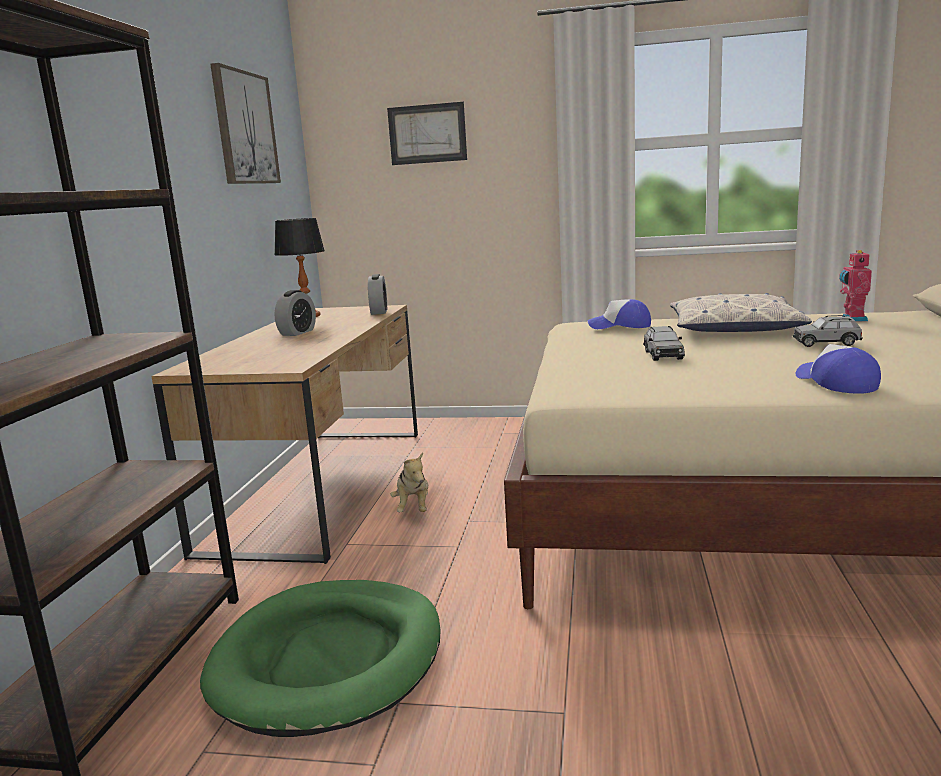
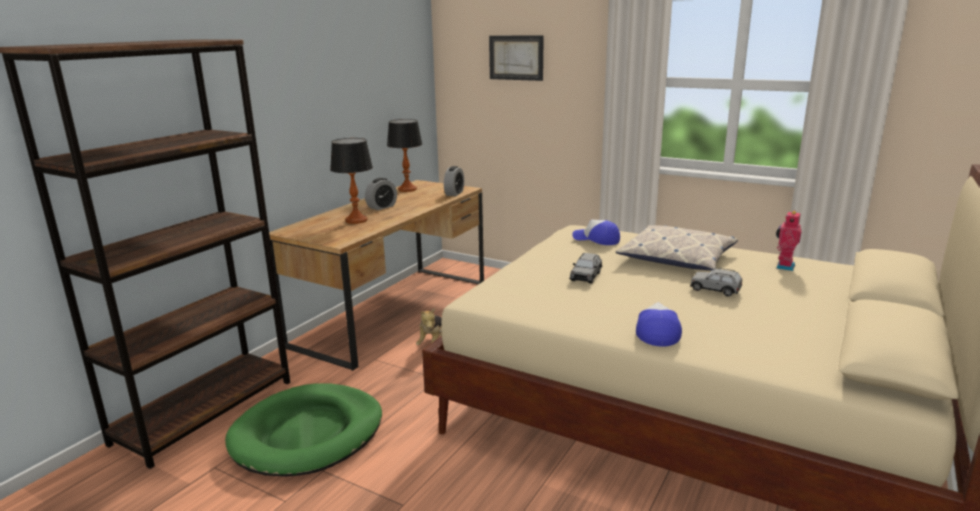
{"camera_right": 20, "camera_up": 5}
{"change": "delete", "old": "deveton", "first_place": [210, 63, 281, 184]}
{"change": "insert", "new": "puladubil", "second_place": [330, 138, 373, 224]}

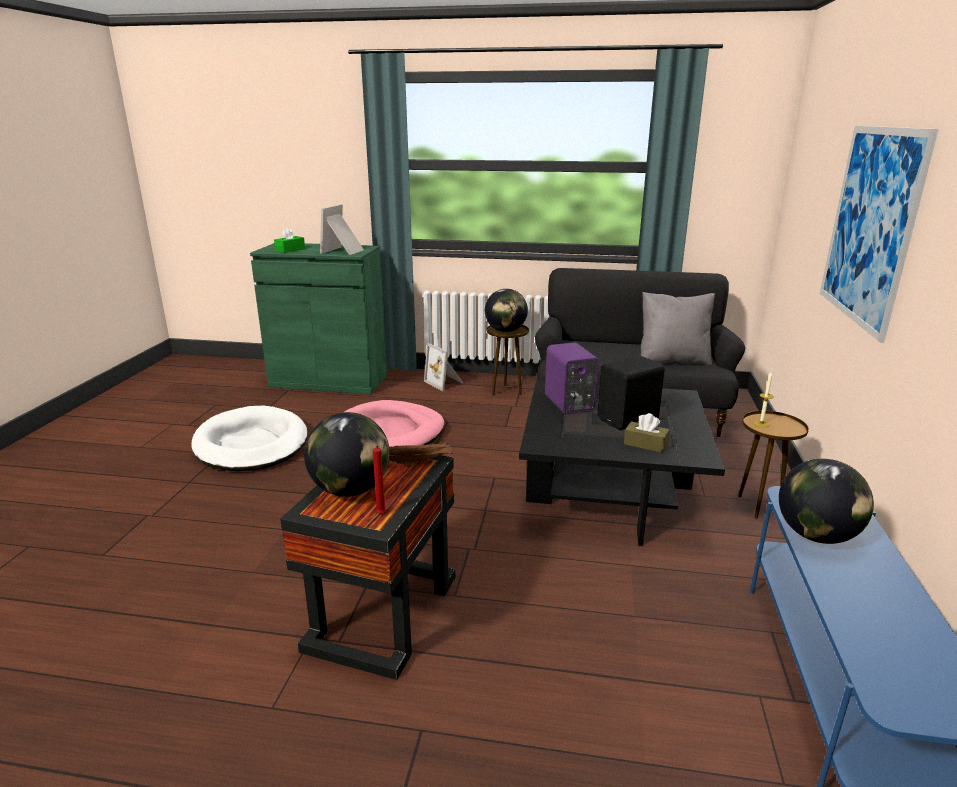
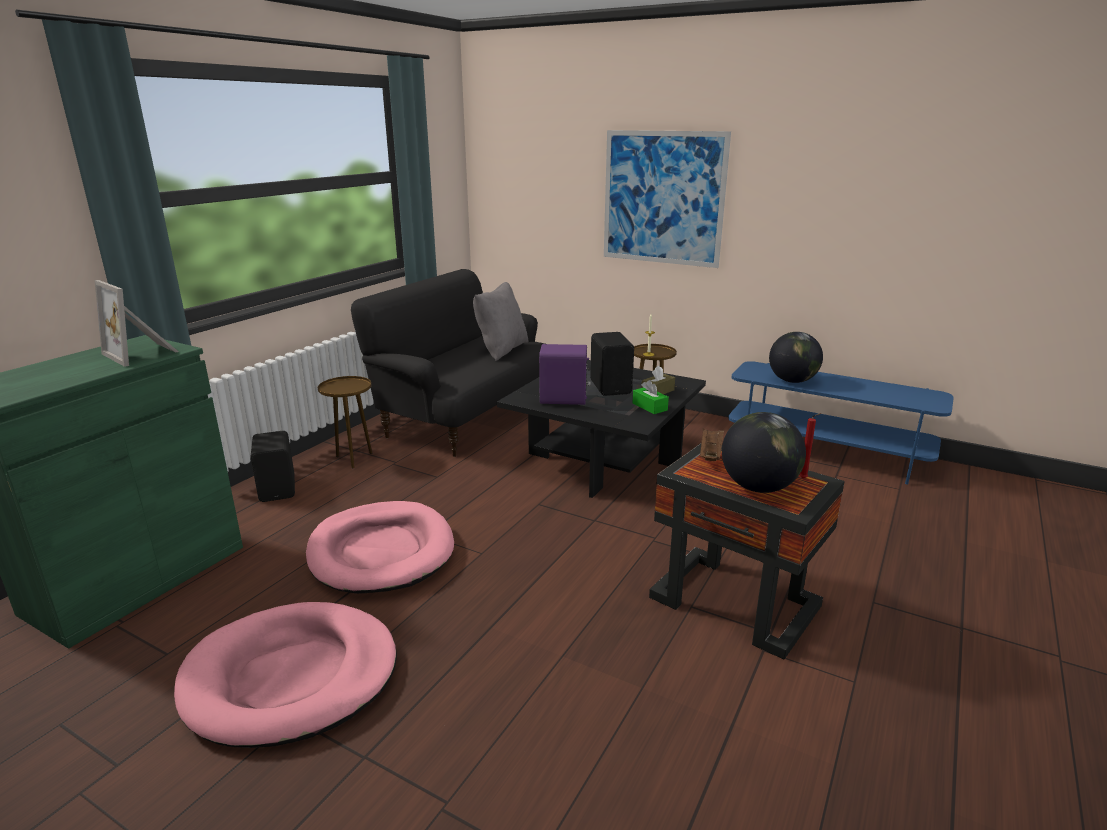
{"camera_right": -70, "camera_up": 0}
{"change": "delete", "old": "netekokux", "first_place": [485, 289, 528, 332]}
{"change": "move", "old": "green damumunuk", "first_place": [274, 227, 305, 253], "second_place": [632, 380, 669, 414]}
{"change": "replace", "old": "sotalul", "new": "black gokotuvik", "first_place": [424, 343, 463, 391], "second_place": [251, 431, 295, 502]}
{"change": "recolor", "old": "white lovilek", "new": "pink lovilek", "first_place": [191, 406, 308, 471], "second_place": [174, 602, 397, 748]}

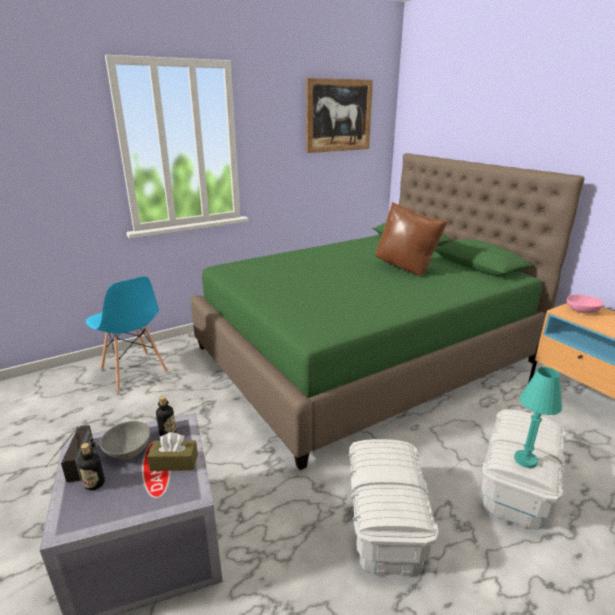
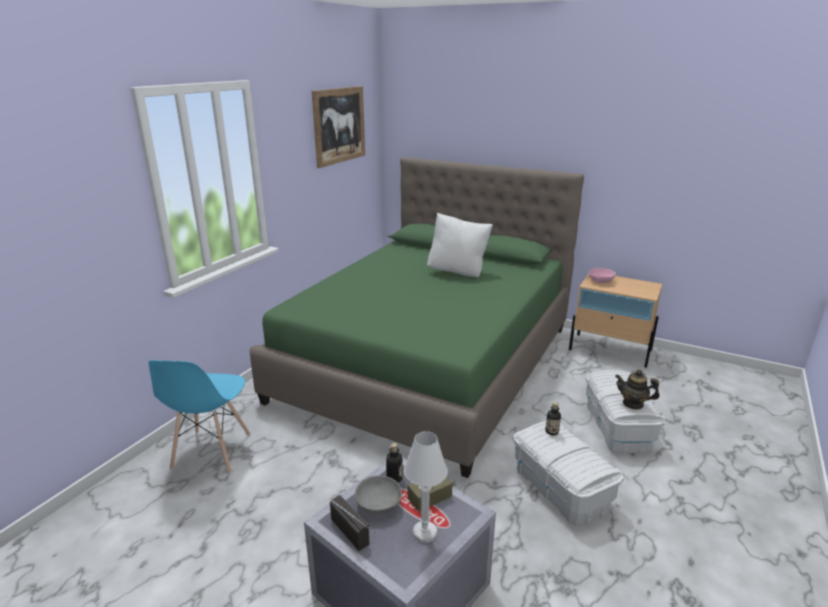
{"camera_right": -30, "camera_up": 0}
{"change": "insert", "new": "white puladubil", "second_place": [404, 431, 447, 543]}
{"change": "move", "old": "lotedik", "first_place": [78, 443, 105, 490], "second_place": [545, 402, 561, 435]}
{"change": "replace", "old": "turquoise puladubil", "new": "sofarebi", "first_place": [514, 367, 562, 468], "second_place": [615, 370, 660, 410]}
{"change": "recolor", "old": "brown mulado", "new": "white mulado", "first_place": [375, 202, 448, 276], "second_place": [427, 212, 493, 277]}
{"change": "rotate", "old": "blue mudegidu", "first_place": [86, 276, 168, 391], "second_place": [149, 360, 251, 473], "degrees": 75}

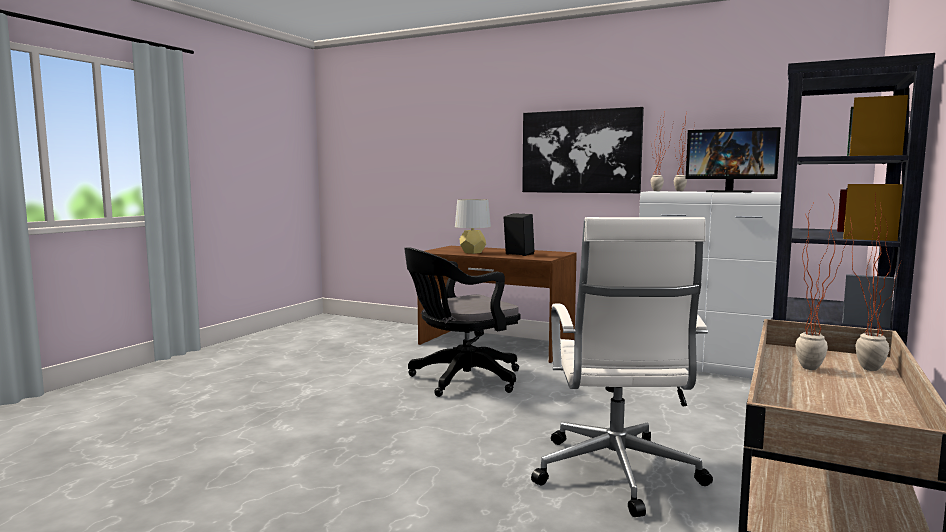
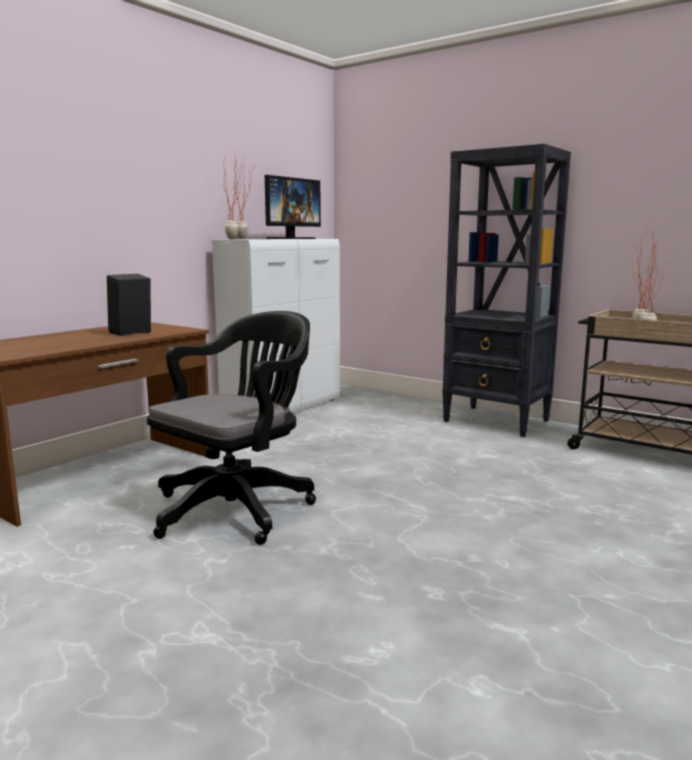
{"camera_right": -80, "camera_up": 5}
{"change": "delete", "old": "grey puladubil", "first_place": [455, 199, 491, 254]}
{"change": "delete", "old": "deveton", "first_place": [522, 107, 644, 193]}
{"change": "delete", "old": "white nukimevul", "first_place": [531, 217, 713, 517]}
{"change": "rotate", "old": "black nukimevul", "first_place": [404, 247, 521, 397], "second_place": [147, 311, 316, 545], "degrees": -120}

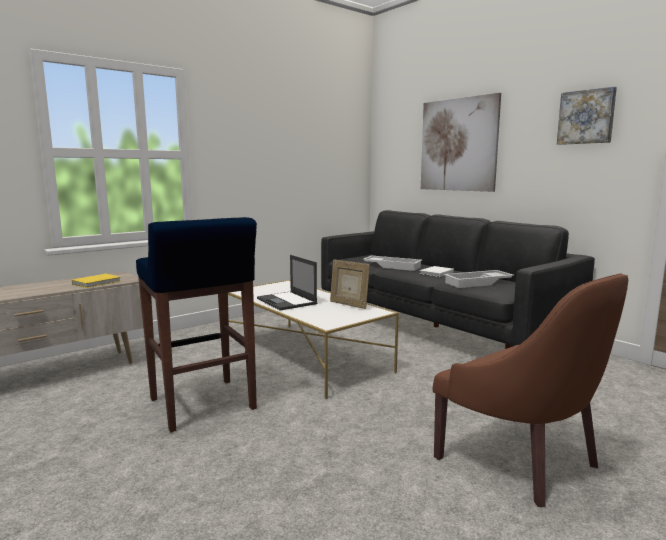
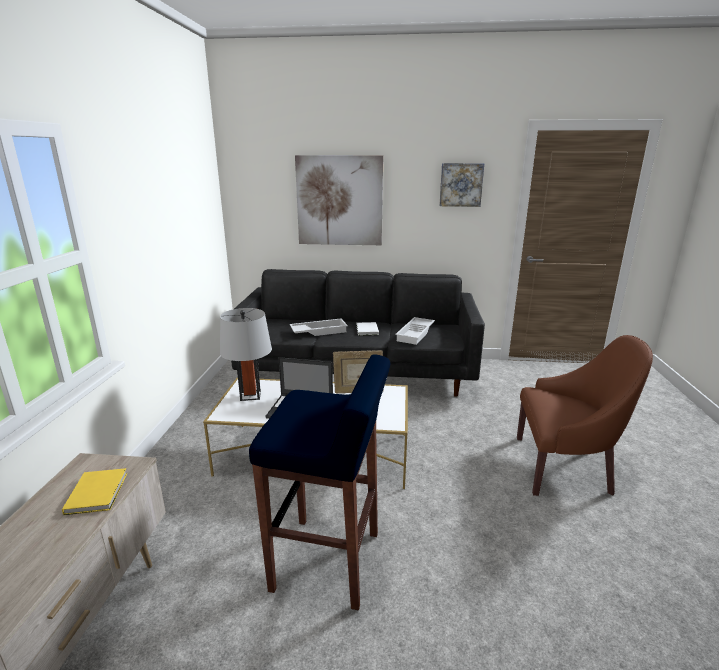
{"camera_right": -45, "camera_up": 10}
{"change": "insert", "new": "grey puladubil", "second_place": [220, 308, 272, 401]}

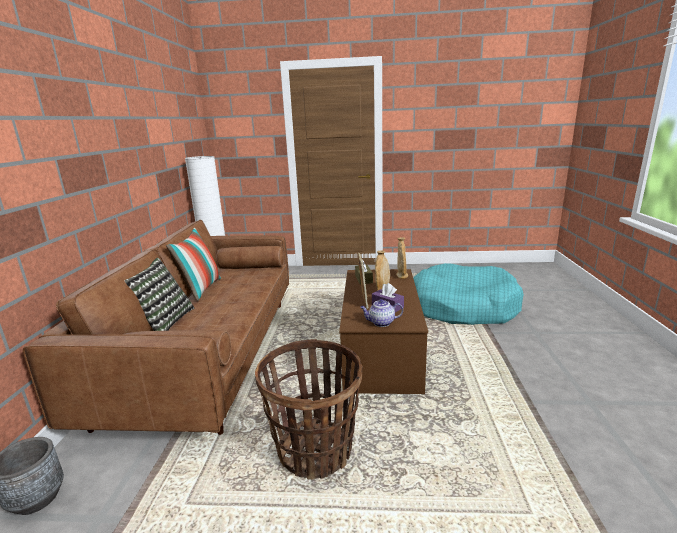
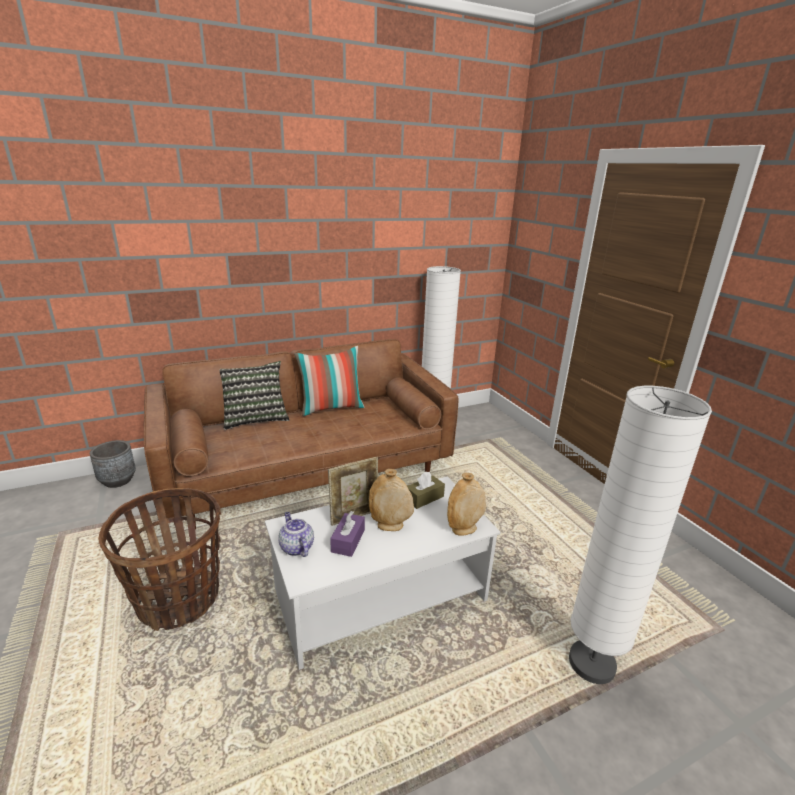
{"camera_right": 60, "camera_up": 5}
{"change": "replace", "old": "turquoise lovilek", "new": "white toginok", "first_place": [413, 263, 524, 325], "second_place": [569, 386, 712, 684]}
{"change": "recolor", "old": "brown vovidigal", "new": "white vovidigal", "first_place": [339, 269, 428, 394], "second_place": [265, 476, 501, 670]}

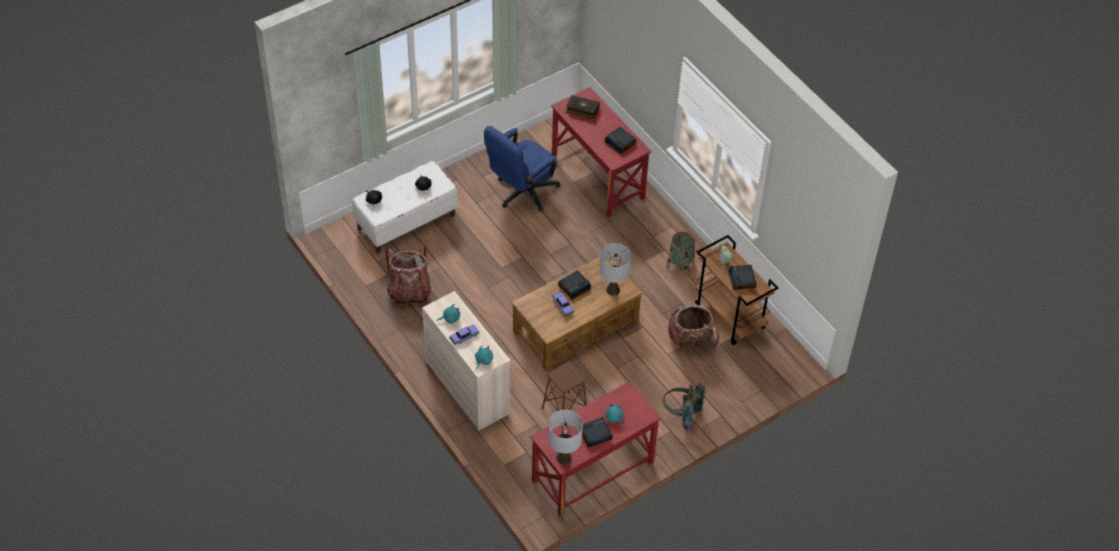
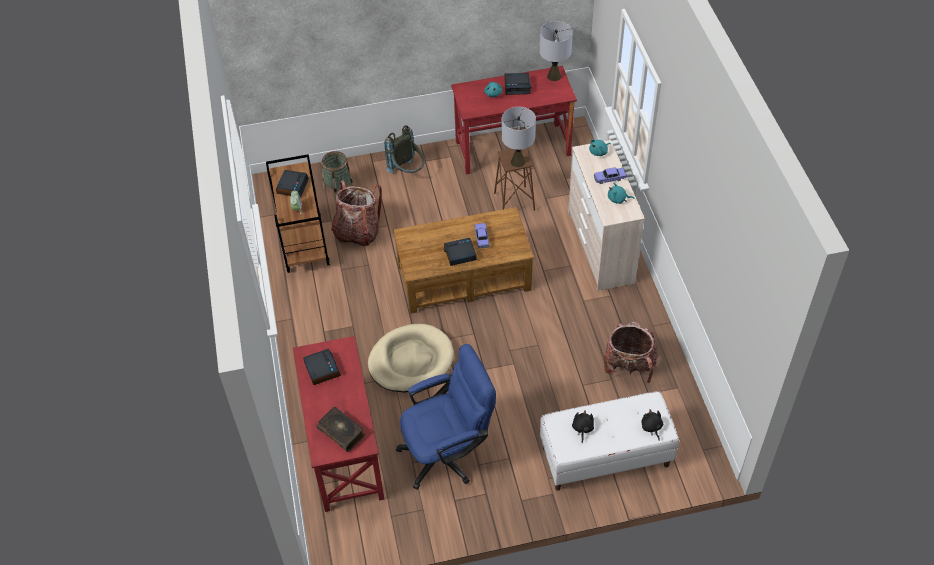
{"camera_right": -155, "camera_up": 0}
{"change": "insert", "new": "beige lovilek", "second_place": [368, 324, 454, 393]}
{"change": "move", "old": "grey puladubil", "first_place": [599, 243, 631, 296], "second_place": [502, 107, 536, 167]}
{"change": "move", "old": "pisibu", "first_place": [666, 232, 695, 276], "second_place": [322, 151, 354, 199]}

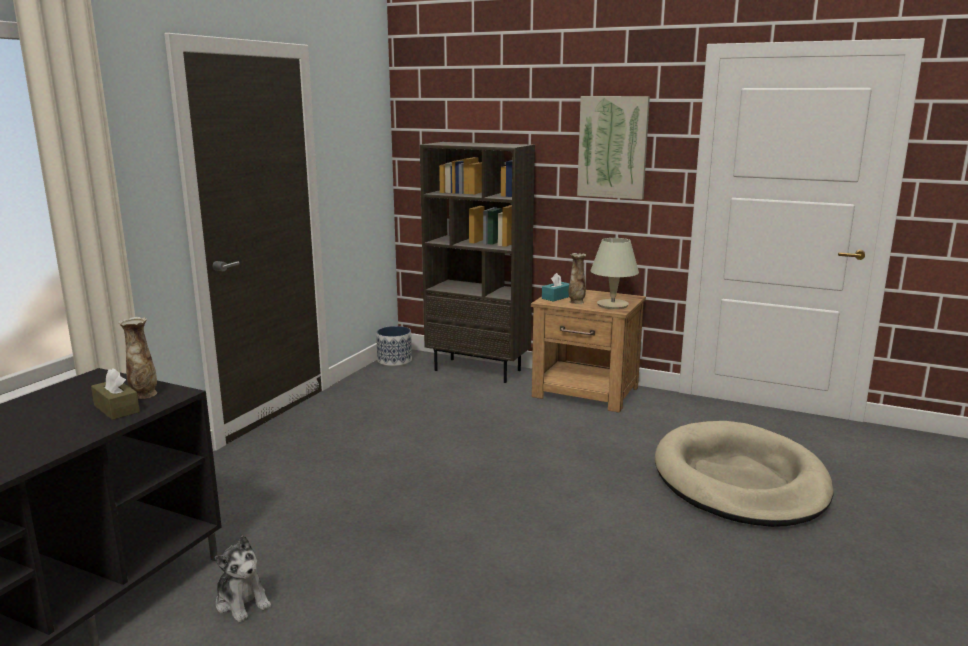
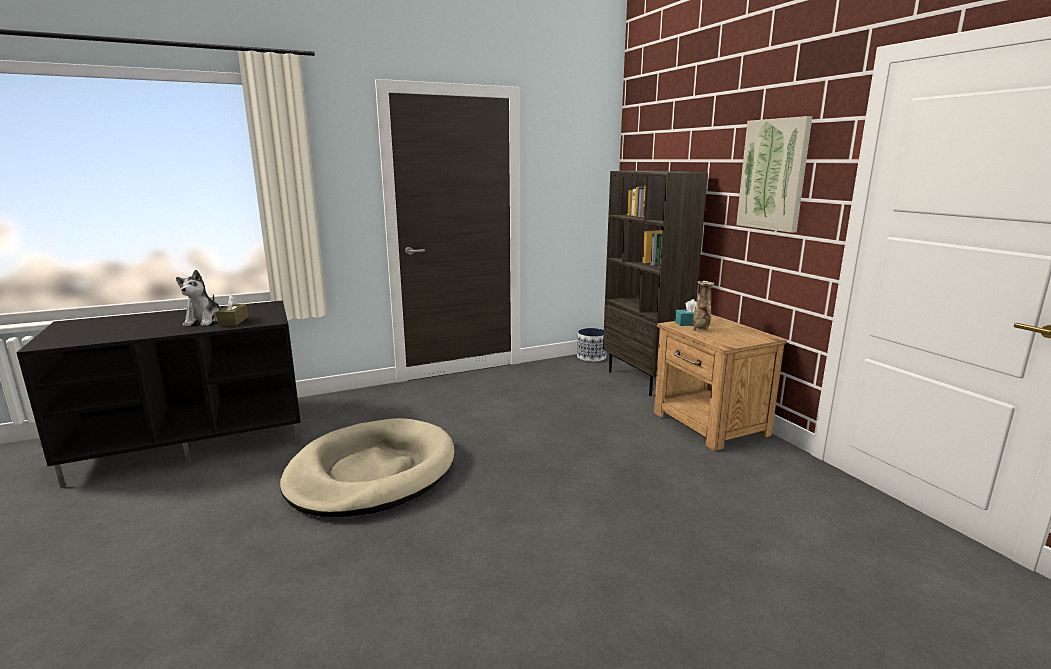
{"camera_right": 40, "camera_up": 0}
{"change": "delete", "old": "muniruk", "first_place": [118, 317, 157, 399]}
{"change": "delete", "old": "beige puladubil", "first_place": [590, 238, 639, 309]}
{"change": "move", "old": "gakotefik", "first_place": [215, 535, 271, 622], "second_place": [176, 270, 220, 326]}
{"change": "move", "old": "beige lovilek", "first_place": [655, 421, 833, 527], "second_place": [280, 418, 454, 517]}

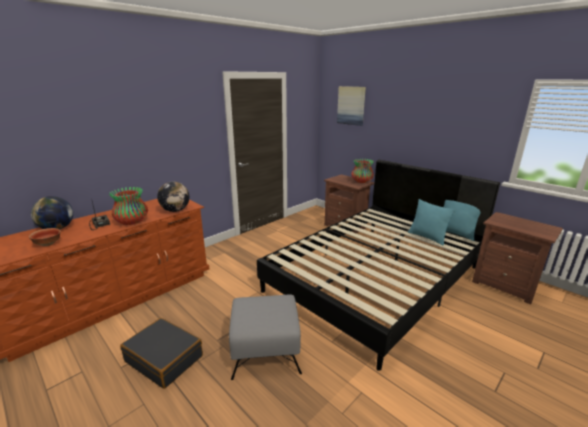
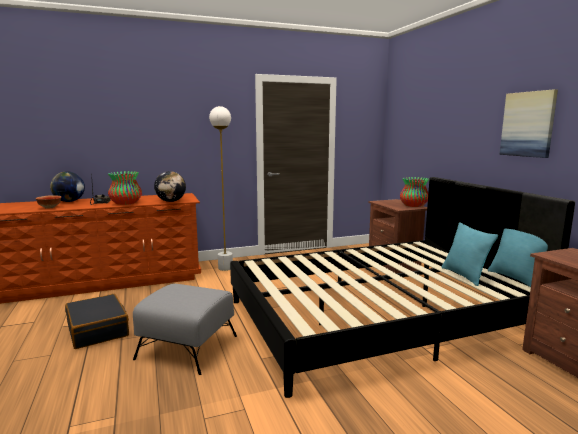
{"camera_right": 25, "camera_up": -10}
{"change": "insert", "new": "white toginok", "second_place": [209, 106, 233, 271]}
{"change": "move", "old": "deveton", "first_place": [337, 86, 366, 126], "second_place": [500, 89, 558, 158]}

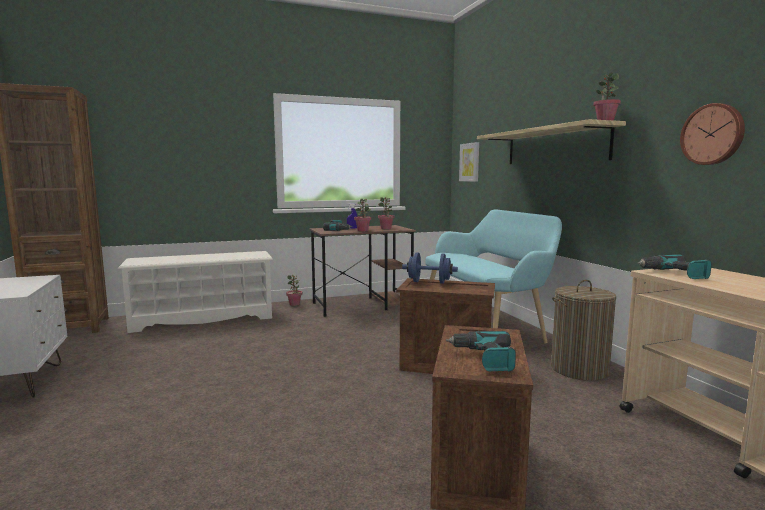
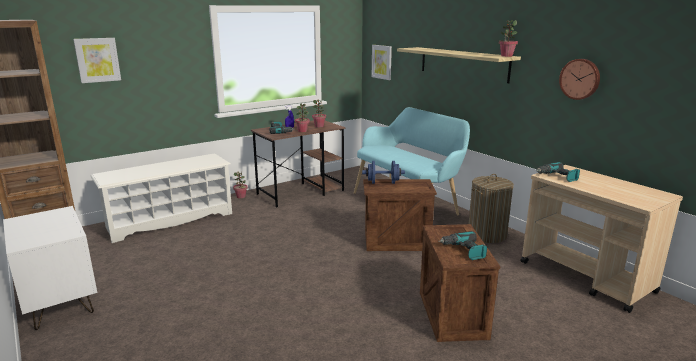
{"camera_right": -15, "camera_up": 10}
{"change": "insert", "new": "deveton", "second_place": [73, 38, 121, 83]}

